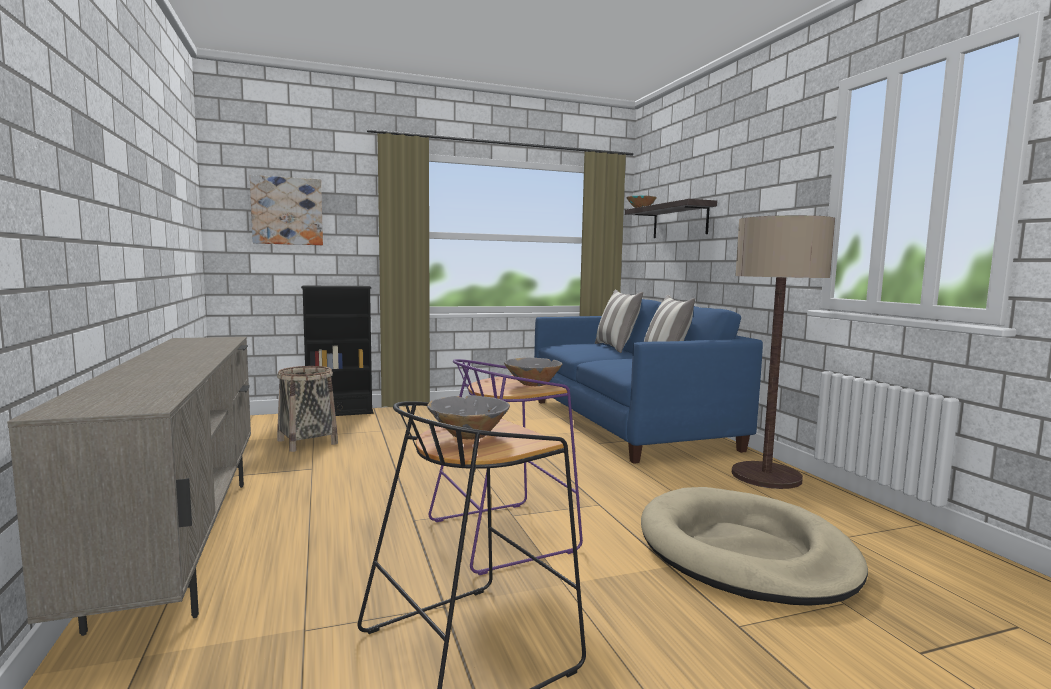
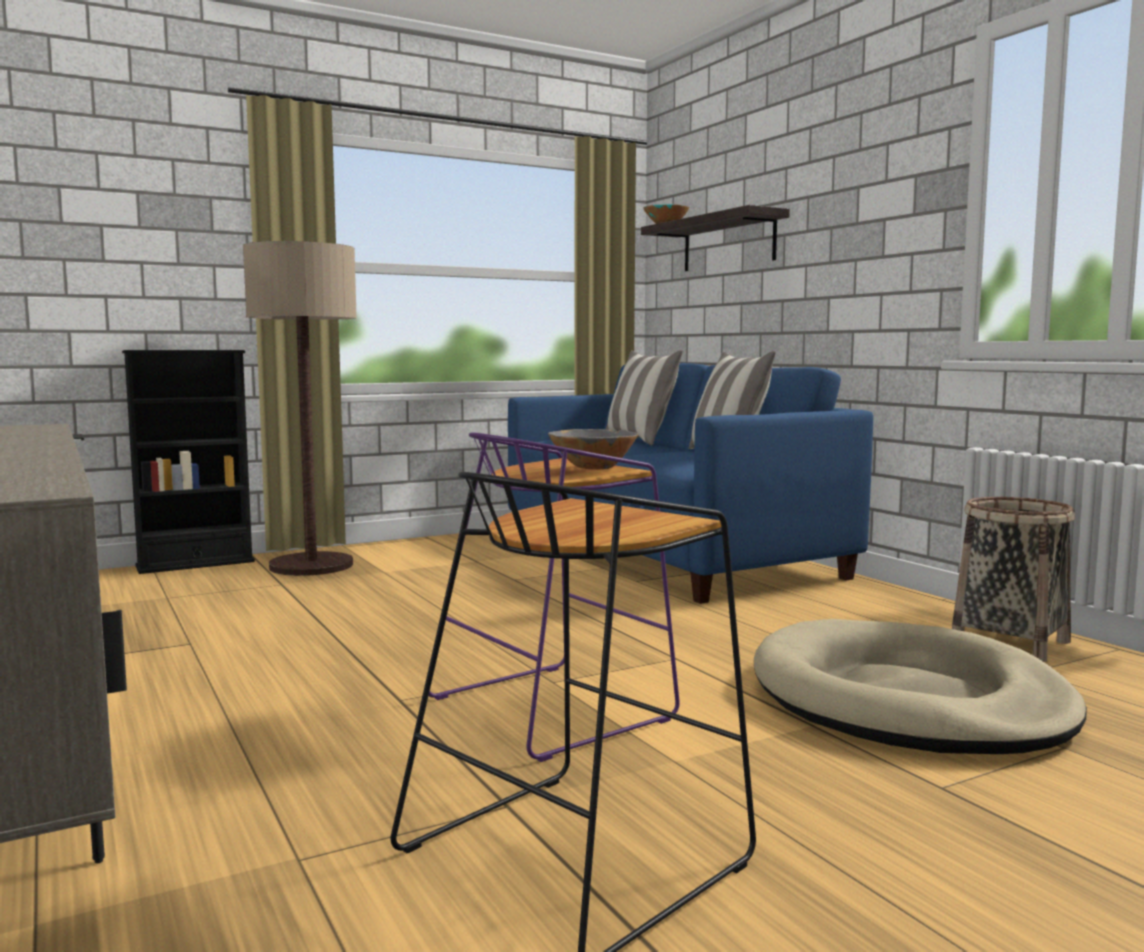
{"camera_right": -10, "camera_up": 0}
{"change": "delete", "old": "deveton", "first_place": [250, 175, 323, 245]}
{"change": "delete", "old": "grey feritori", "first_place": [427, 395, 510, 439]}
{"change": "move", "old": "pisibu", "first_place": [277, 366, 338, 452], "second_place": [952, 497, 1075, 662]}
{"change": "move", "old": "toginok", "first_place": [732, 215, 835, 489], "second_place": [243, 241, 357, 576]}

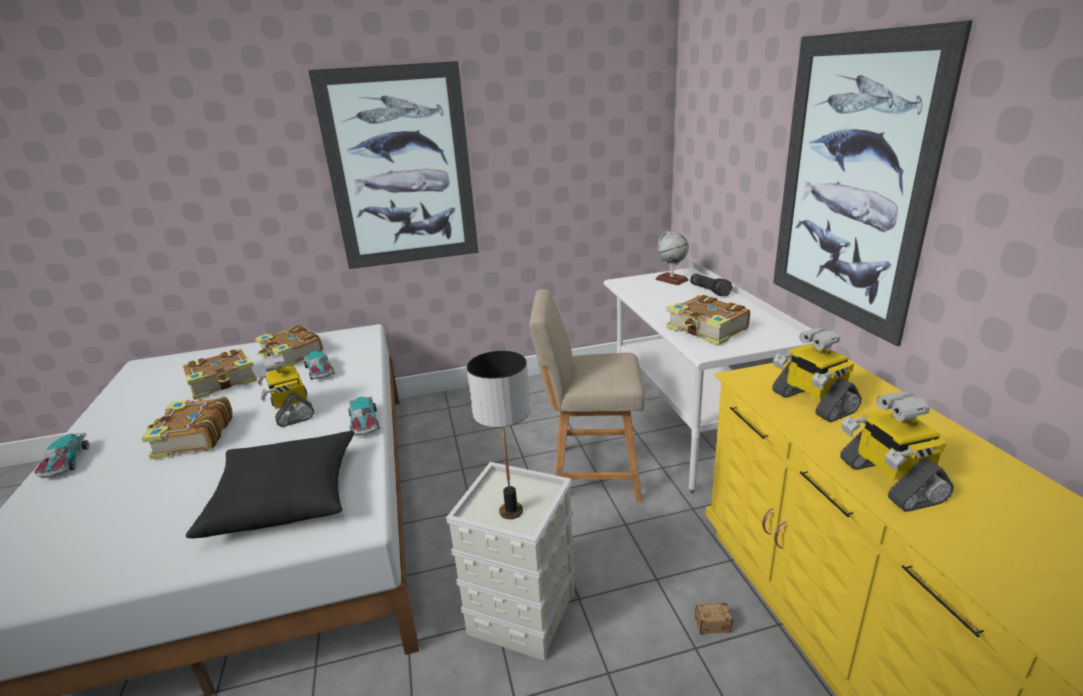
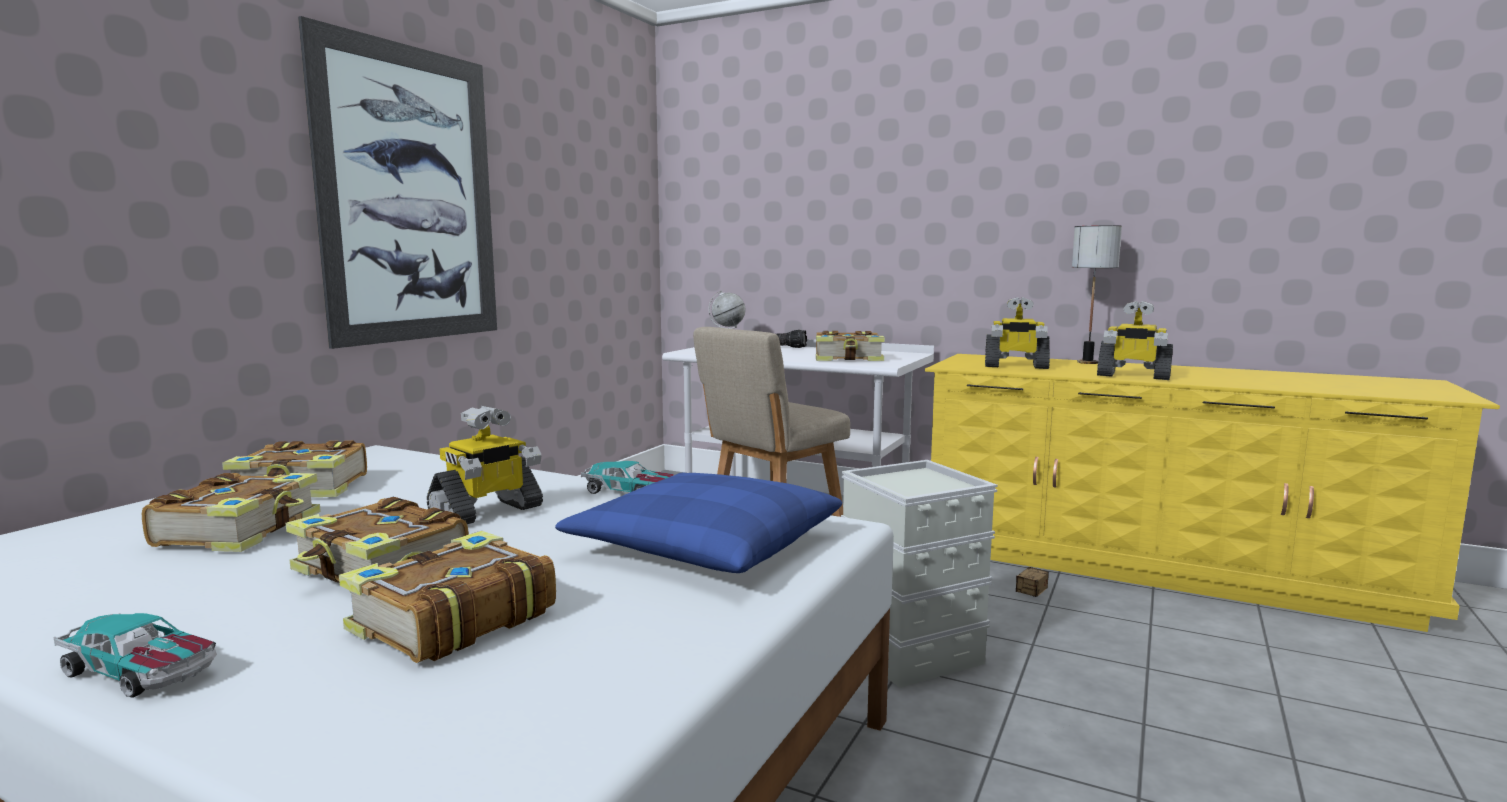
{"camera_right": -50, "camera_up": -15}
{"change": "delete", "old": "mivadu", "first_place": [303, 350, 335, 380]}
{"change": "delete", "old": "deveton", "first_place": [773, 20, 973, 346]}
{"change": "insert", "new": "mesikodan", "second_place": [339, 531, 556, 663]}
{"change": "move", "old": "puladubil", "first_place": [467, 351, 530, 519], "second_place": [1072, 225, 1122, 364]}
{"change": "recolor", "old": "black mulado", "new": "blue mulado", "first_place": [186, 431, 354, 539], "second_place": [555, 473, 842, 573]}
{"change": "rotate", "old": "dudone", "first_place": [257, 354, 314, 427], "second_place": [427, 406, 543, 524], "degrees": -60}

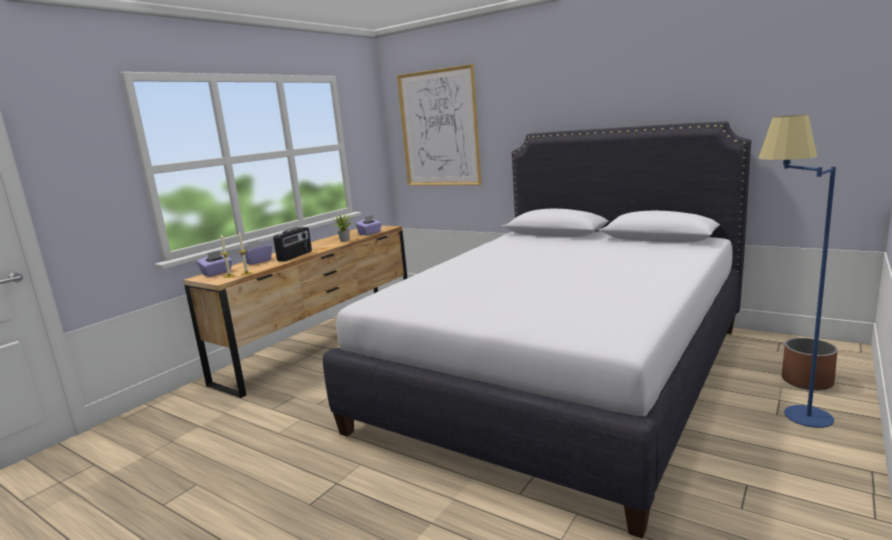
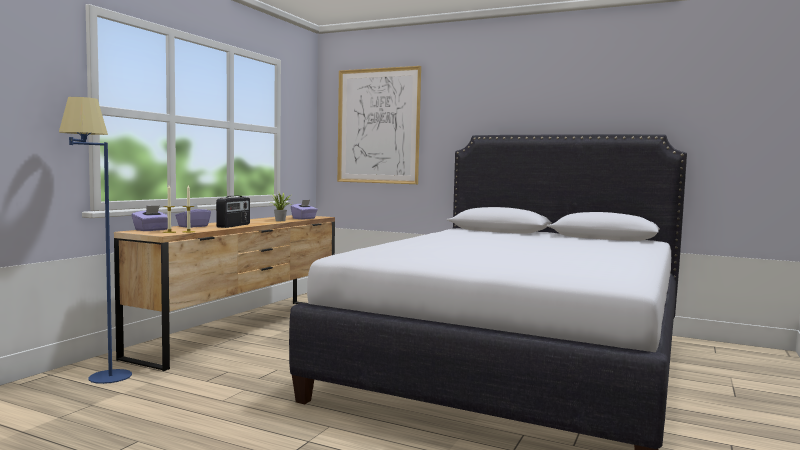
{"camera_right": -10, "camera_up": -10}
{"change": "delete", "old": "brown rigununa", "first_place": [782, 338, 838, 391]}
{"change": "move", "old": "blue toginok", "first_place": [758, 115, 836, 428], "second_place": [59, 97, 132, 384]}

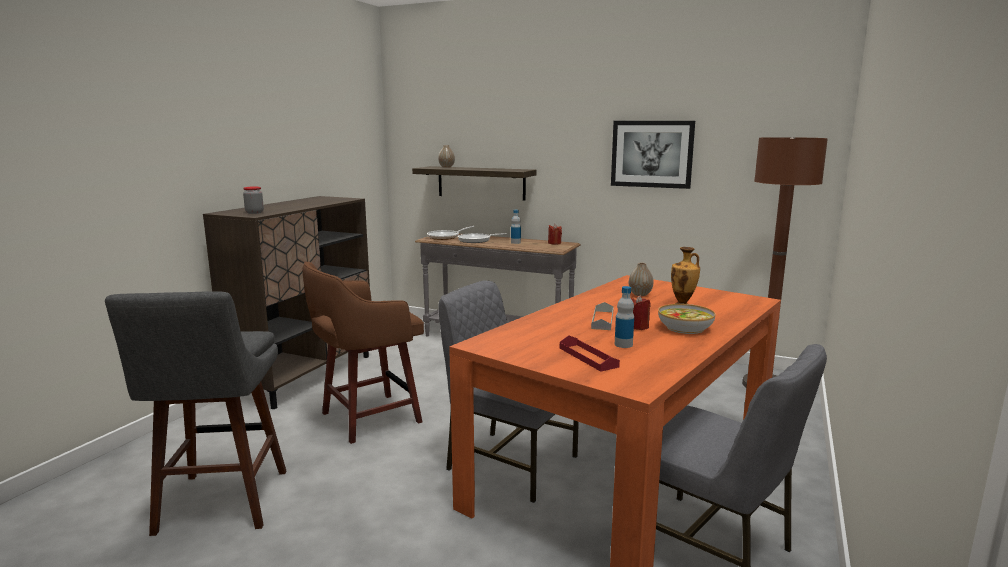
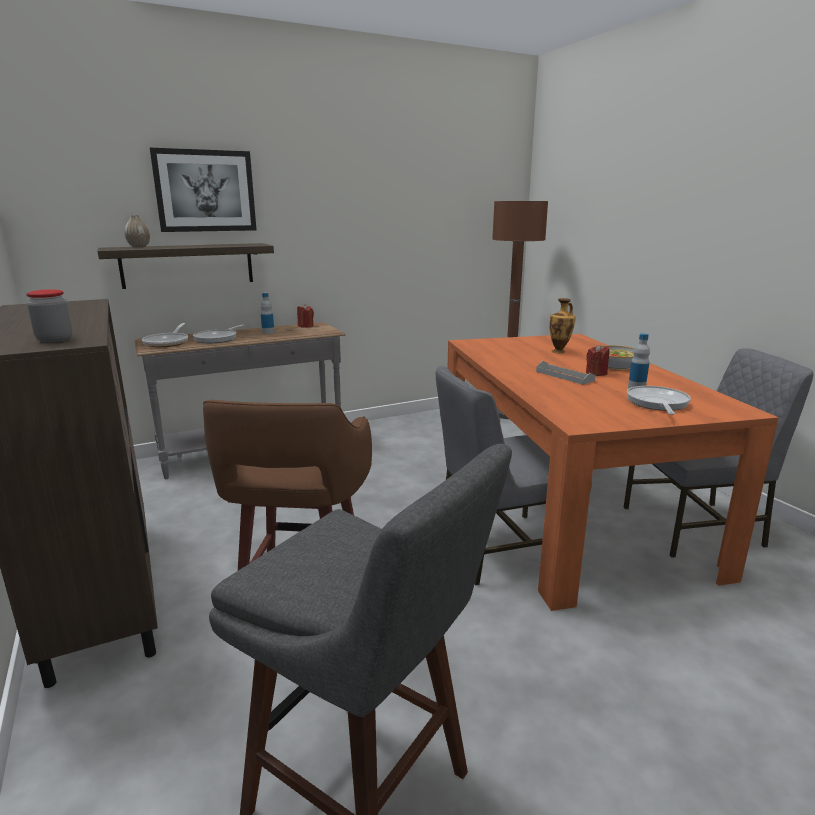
{"camera_right": -50, "camera_up": 5}
{"change": "delete", "old": "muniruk", "first_place": [629, 263, 653, 296]}
{"change": "move", "old": "deveton", "first_place": [611, 121, 695, 189], "second_place": [150, 148, 256, 232]}
{"change": "replace", "old": "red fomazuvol", "new": "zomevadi", "first_place": [560, 335, 620, 372], "second_place": [627, 386, 691, 415]}

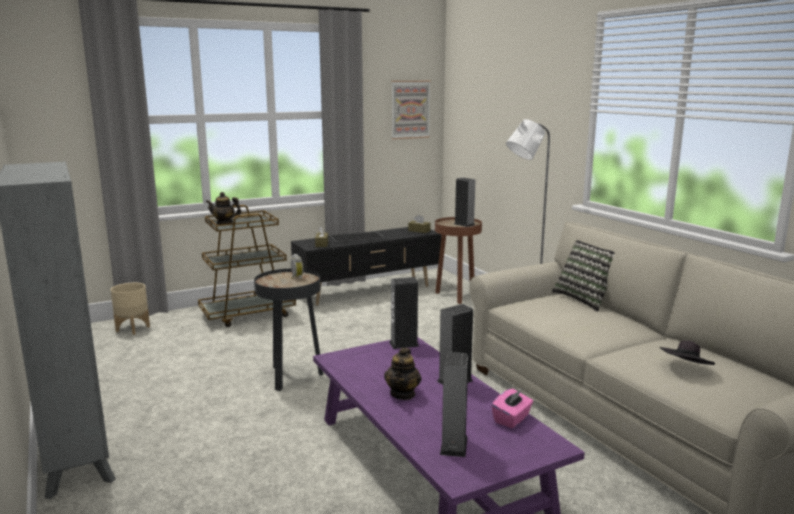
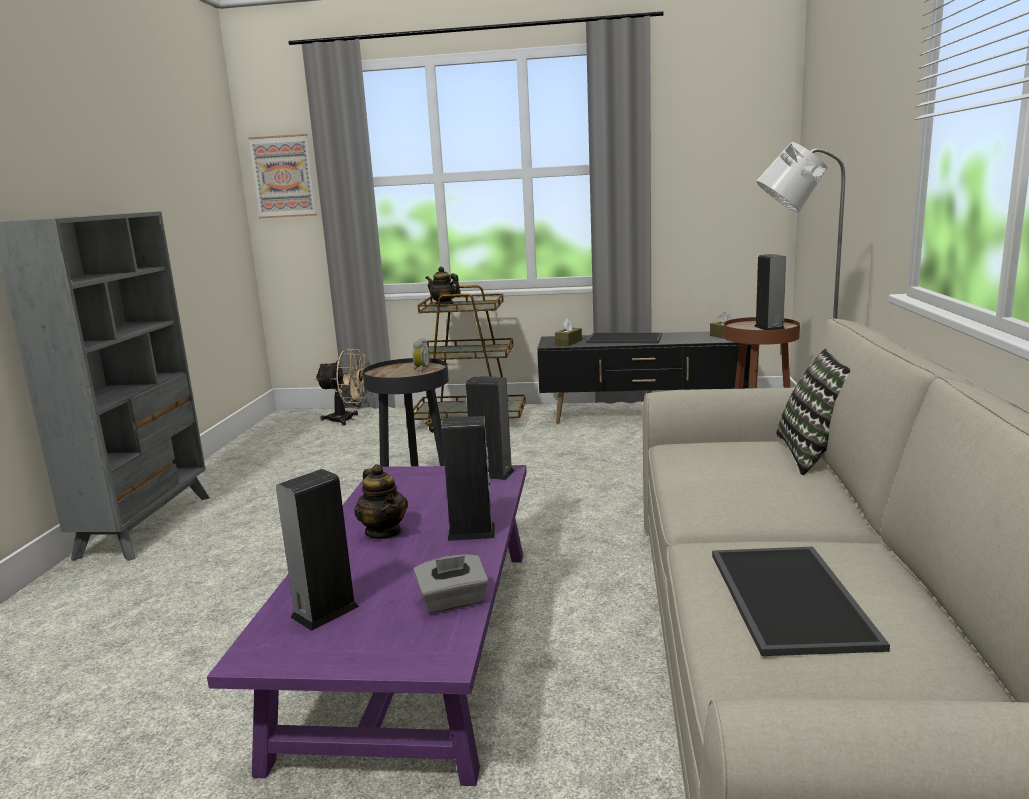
{"camera_right": 35, "camera_up": 0}
{"change": "move", "old": "deveton", "first_place": [392, 81, 431, 139], "second_place": [248, 134, 317, 218]}
{"change": "replace", "old": "beige rigununa", "new": "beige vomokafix", "first_place": [111, 283, 150, 335], "second_place": [315, 349, 366, 426]}
{"change": "replace", "old": "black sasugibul", "new": "fomazuvol", "first_place": [660, 341, 715, 365], "second_place": [712, 547, 890, 656]}
{"change": "recolor", "old": "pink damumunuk", "new": "grey damumunuk", "first_place": [492, 389, 533, 428], "second_place": [413, 554, 488, 614]}
{"change": "rotate", "old": "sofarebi", "first_place": [384, 348, 422, 400], "second_place": [354, 464, 408, 539], "degrees": -75}

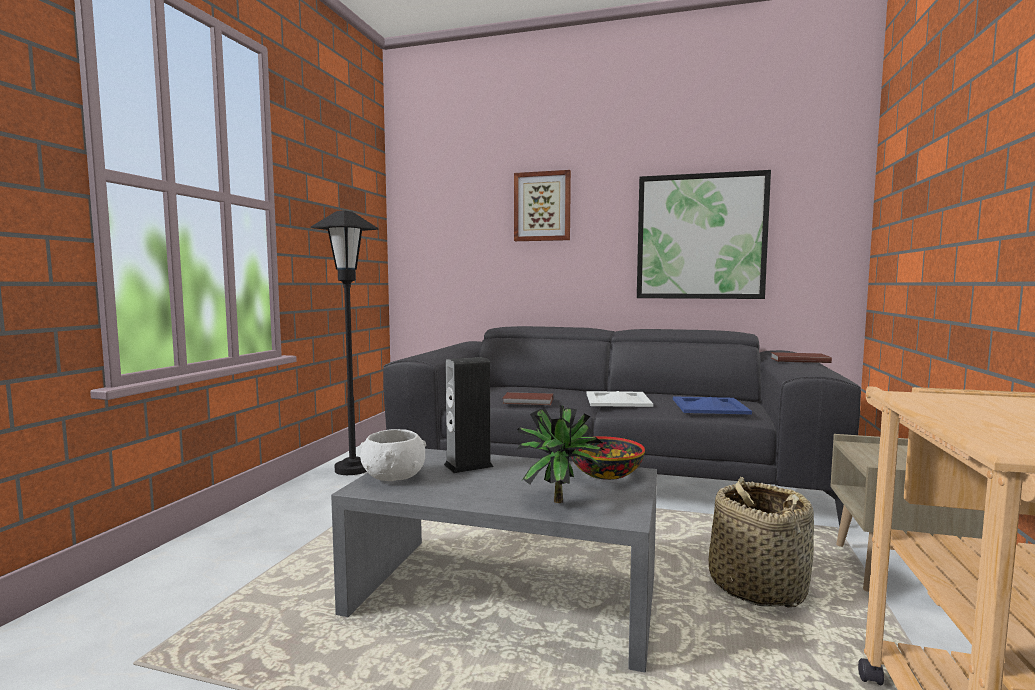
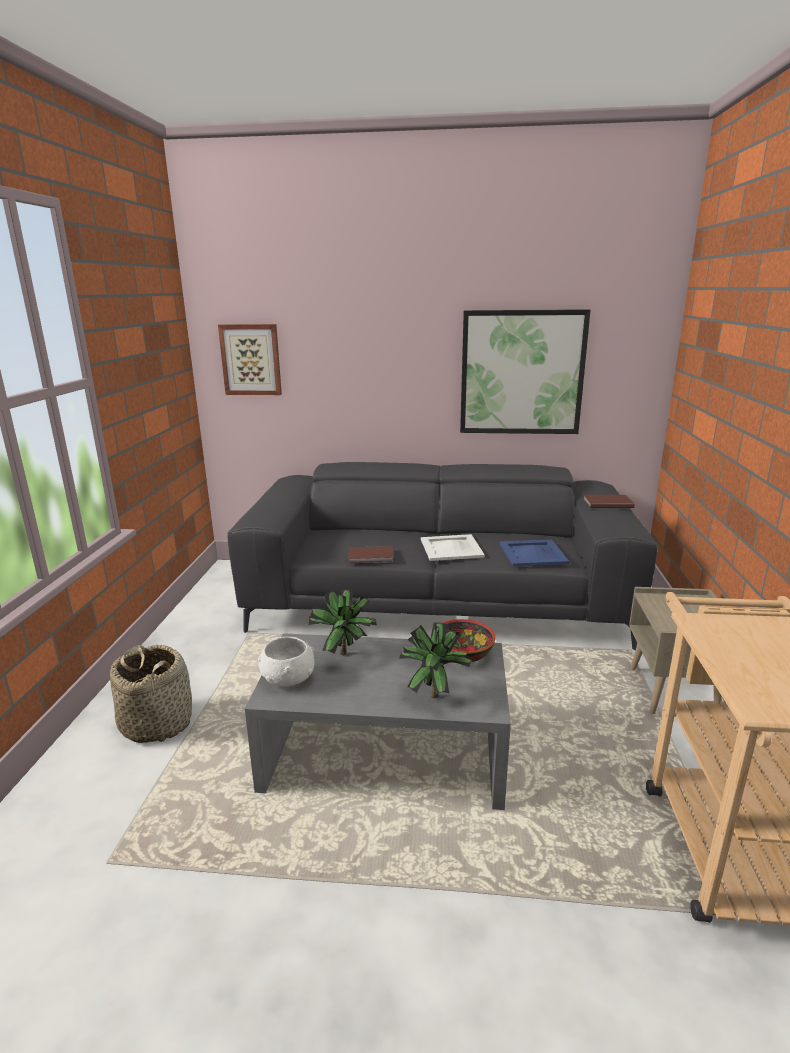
{"camera_right": -10, "camera_up": 15}
{"change": "delete", "old": "black toginok", "first_place": [311, 210, 379, 475]}
{"change": "move", "old": "deveton", "first_place": [514, 170, 571, 241], "second_place": [218, 324, 282, 395]}
{"change": "move", "old": "pisibu", "first_place": [709, 477, 814, 607], "second_place": [110, 644, 192, 743]}
{"change": "replace", "old": "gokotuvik", "new": "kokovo", "first_place": [444, 357, 494, 473], "second_place": [308, 589, 377, 655]}

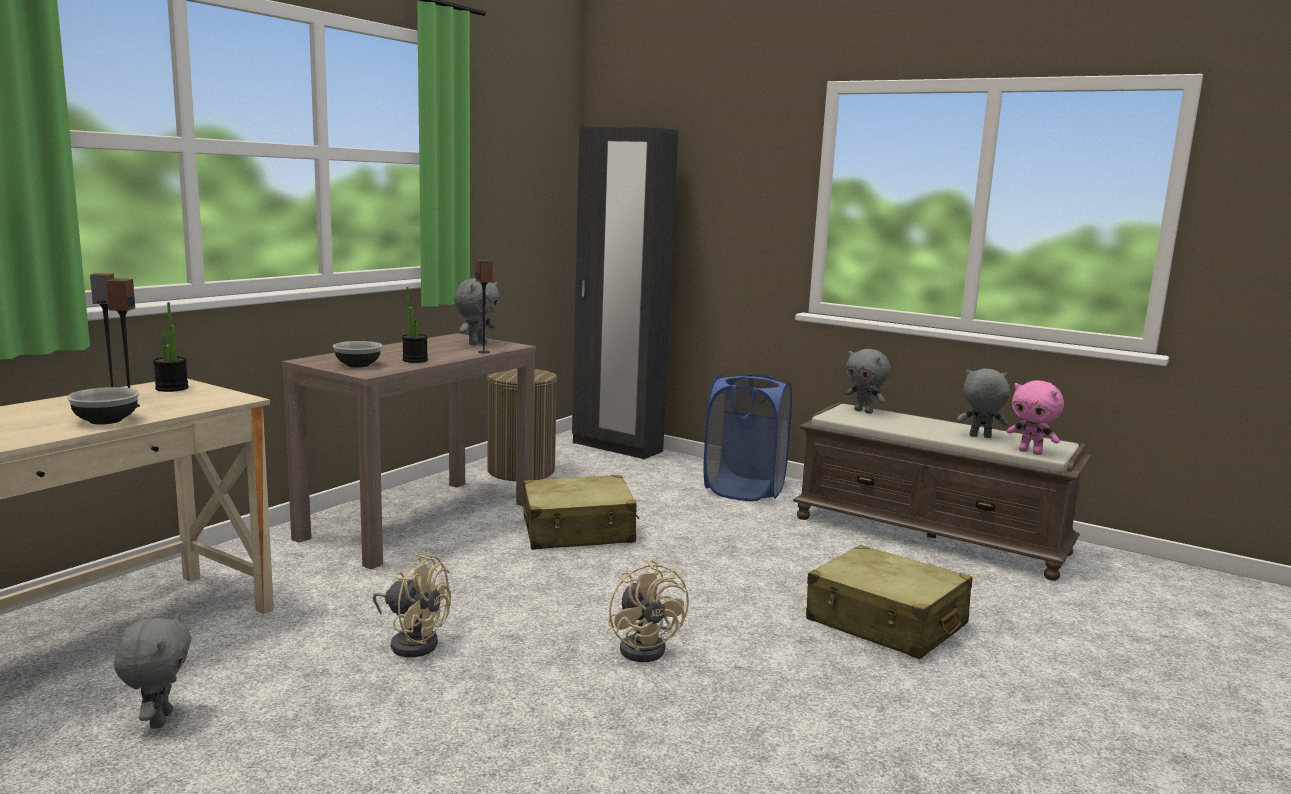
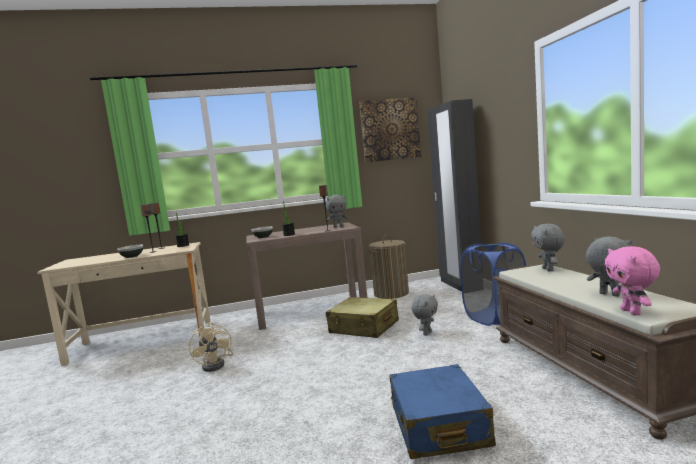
{"camera_right": 45, "camera_up": -5}
{"change": "delete", "old": "beige vomokafix", "first_place": [608, 560, 689, 662]}
{"change": "insert", "new": "deveton", "second_place": [359, 97, 421, 162]}
{"change": "move", "old": "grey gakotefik", "first_place": [114, 613, 191, 729], "second_place": [412, 294, 438, 336]}
{"change": "recolor", "old": "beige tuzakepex", "new": "blue tuzakepex", "first_place": [806, 545, 972, 659], "second_place": [389, 364, 496, 459]}

